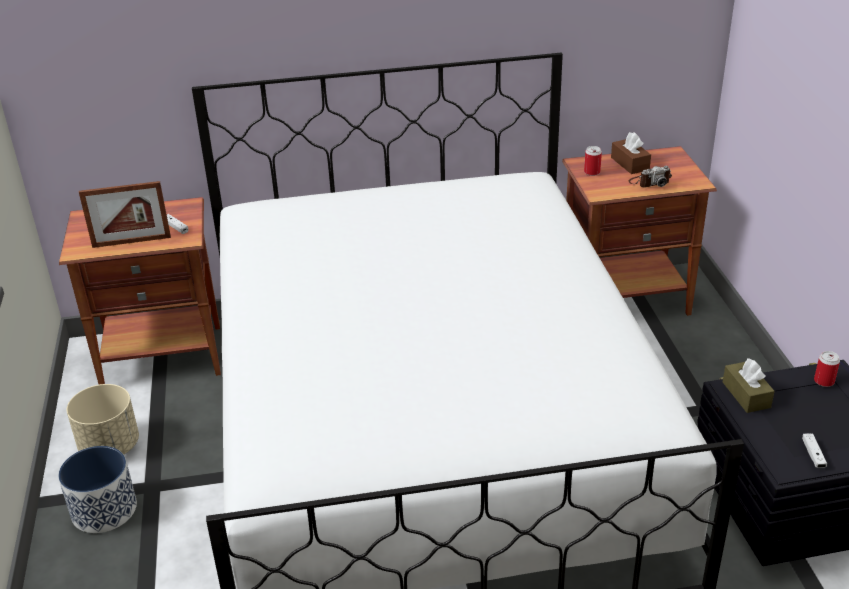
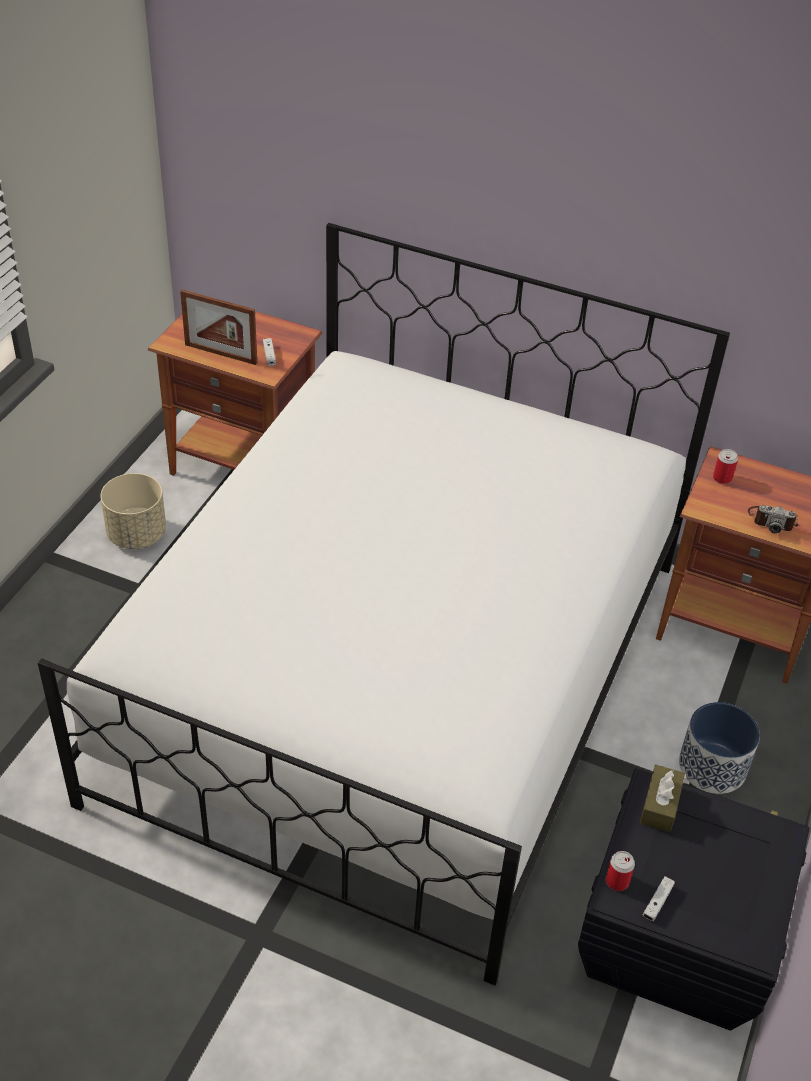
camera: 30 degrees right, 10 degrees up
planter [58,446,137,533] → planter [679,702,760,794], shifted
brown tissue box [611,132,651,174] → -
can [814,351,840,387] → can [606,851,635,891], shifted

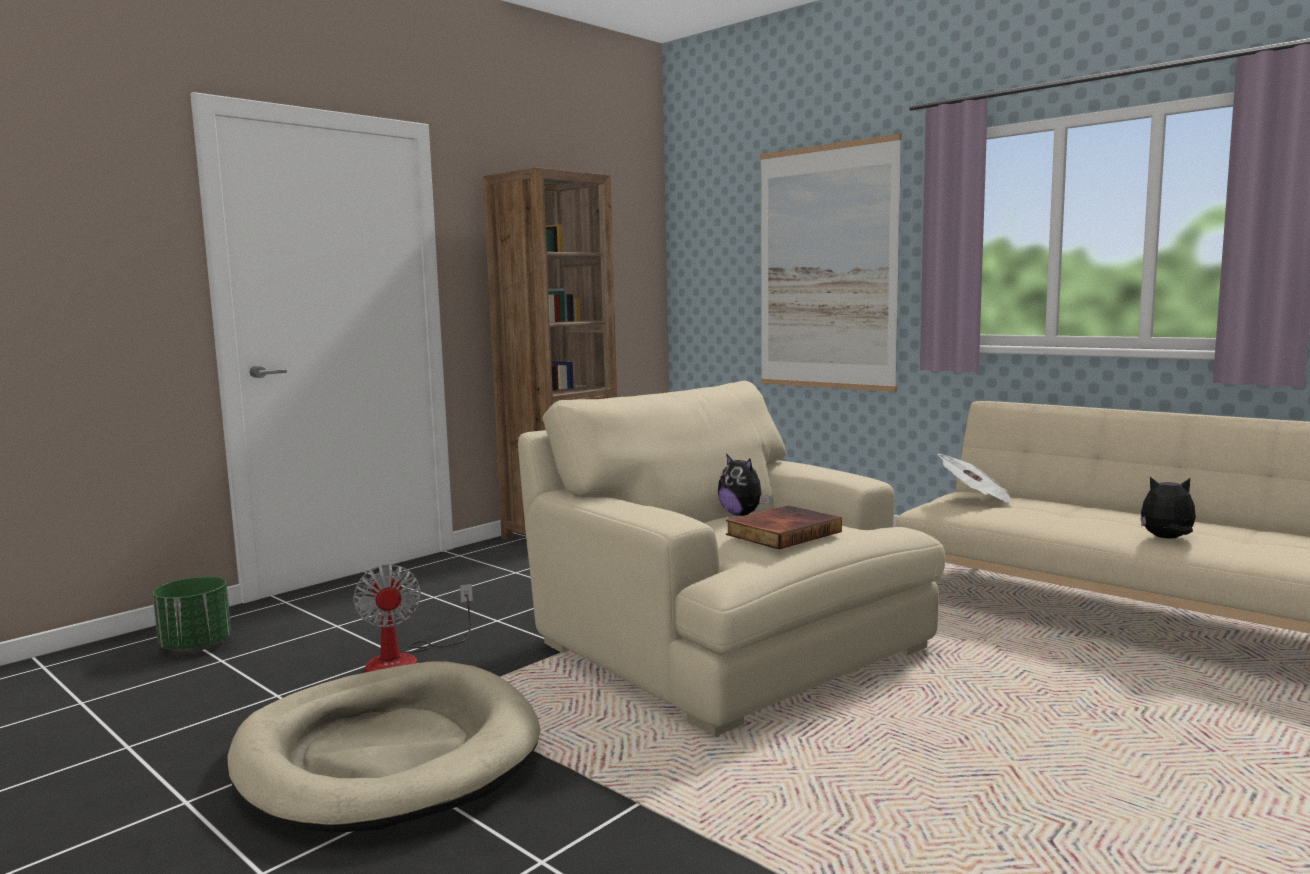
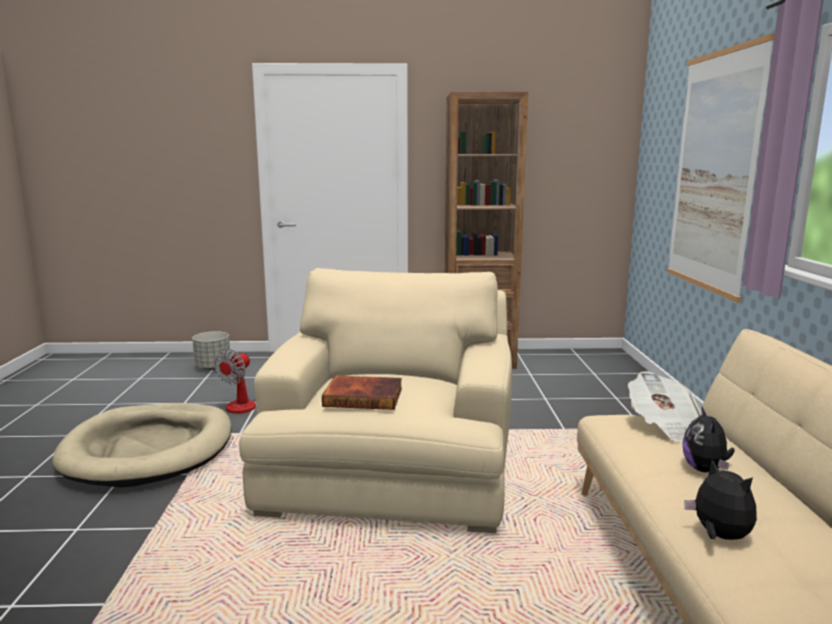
camera: 45 degrees right, 5 degrees up
green planter [152,577,231,652] → grey planter [192,331,230,370]
plush toy [718,454,769,516] → plush toy [682,407,735,472], shifted

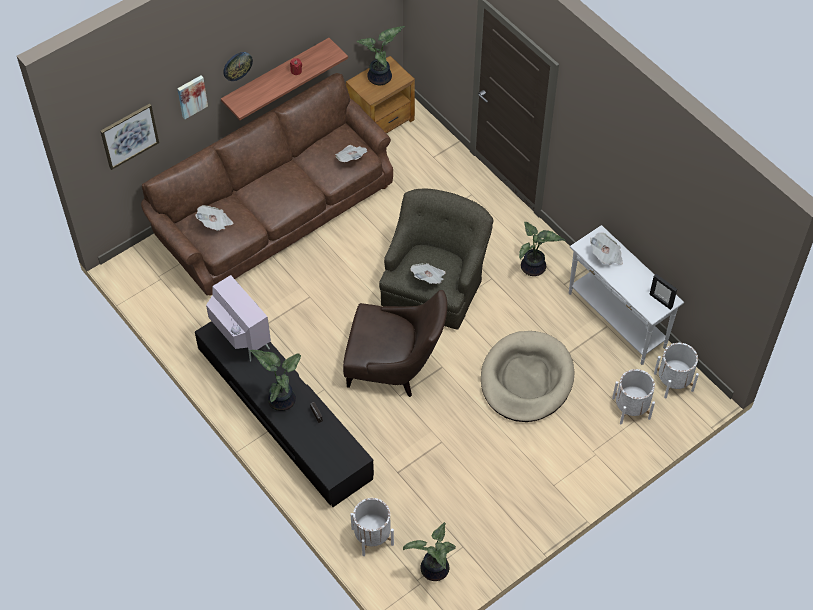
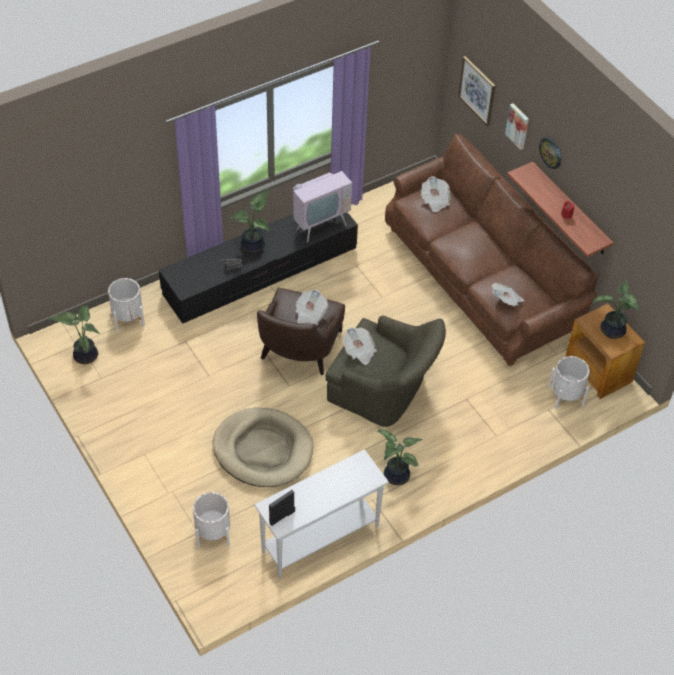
camera: 95 degrees right, 5 degrees down
newspaper [590,233,623,265] → newspaper [295,289,328,325], shifted
white planter [654,343,699,398] → white planter [548,356,590,410], shifted

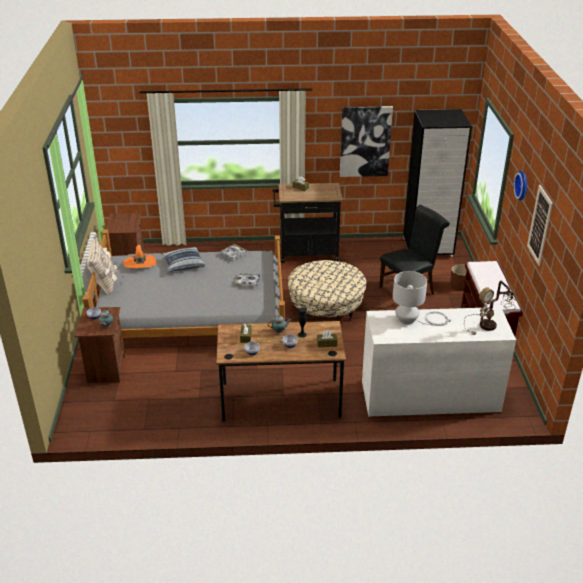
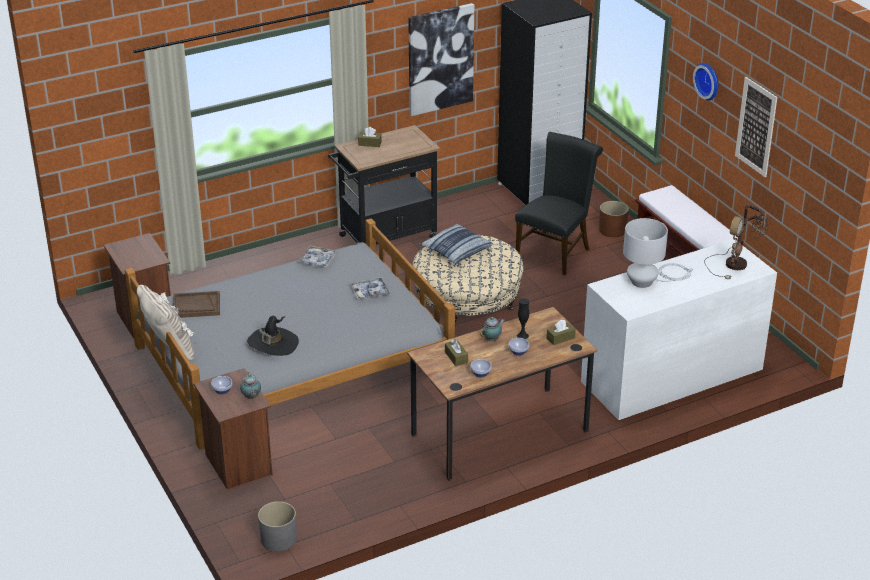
camera: 25 degrees left, 0 degrees up
orange hat [124,245,157,268] → brown tray [173,291,220,318]
pillow [161,247,205,272] → pillow [419,224,493,265], shifted
- → black hat [247,316,299,356]
- → grey planter [258,501,297,551]

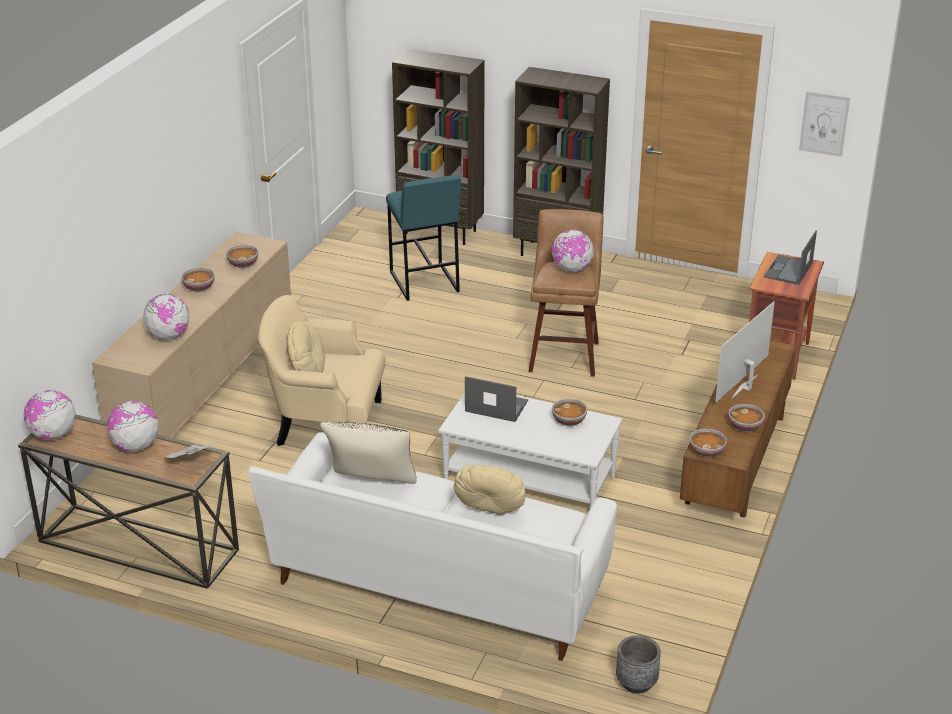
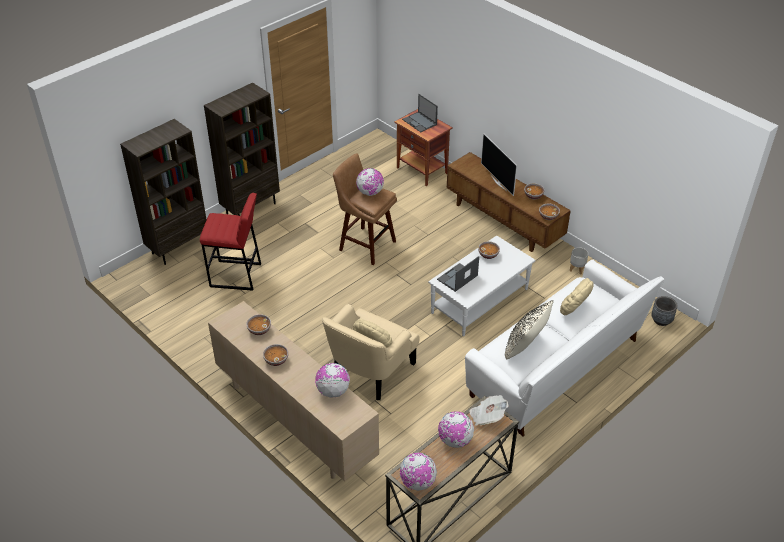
camera: 65 degrees left, 10 degrees up
turquoise stool [386,175,461,301] → red stool [200,193,261,291]
picture [799,91,850,157] → -
- → grey planter [570,247,588,275]

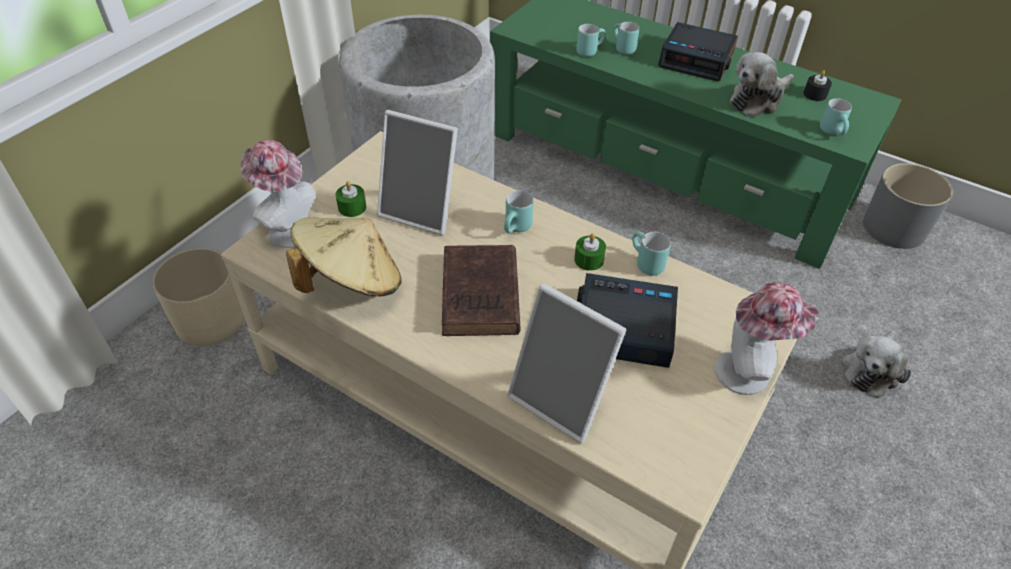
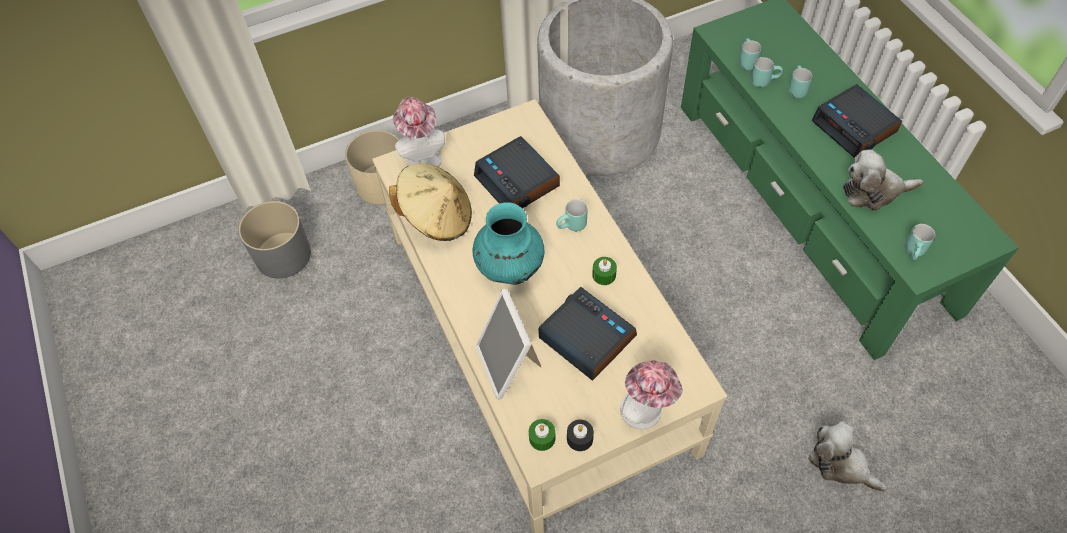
camera: 35 degrees right, 10 degrees up
green candle [335,181,366,217] → green candle [529,419,555,451], shifted
picture frame [377,110,458,235] → alarm clock [474,136,560,208]
brown book [442,245,521,336] → turquoise vase [473,202,544,285]
turquoise mug [632,231,671,276] → turquoise mug [739,38,761,70], shifted
black candle [804,70,832,101] → black candle [567,420,594,451], shifted
plush toy [842,330,911,399] → plush toy [808,421,887,492], 60 degrees clockwise
grey planter [863,163,953,249] → grey planter [239,201,311,279], shifted

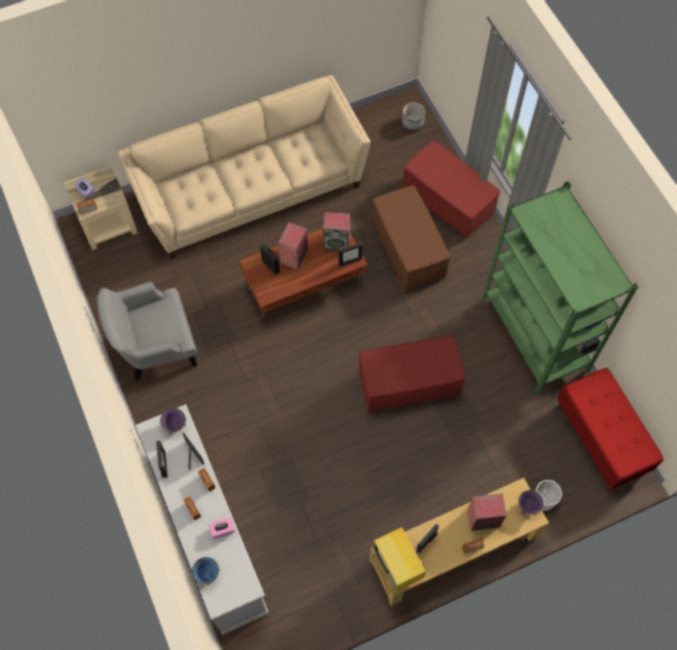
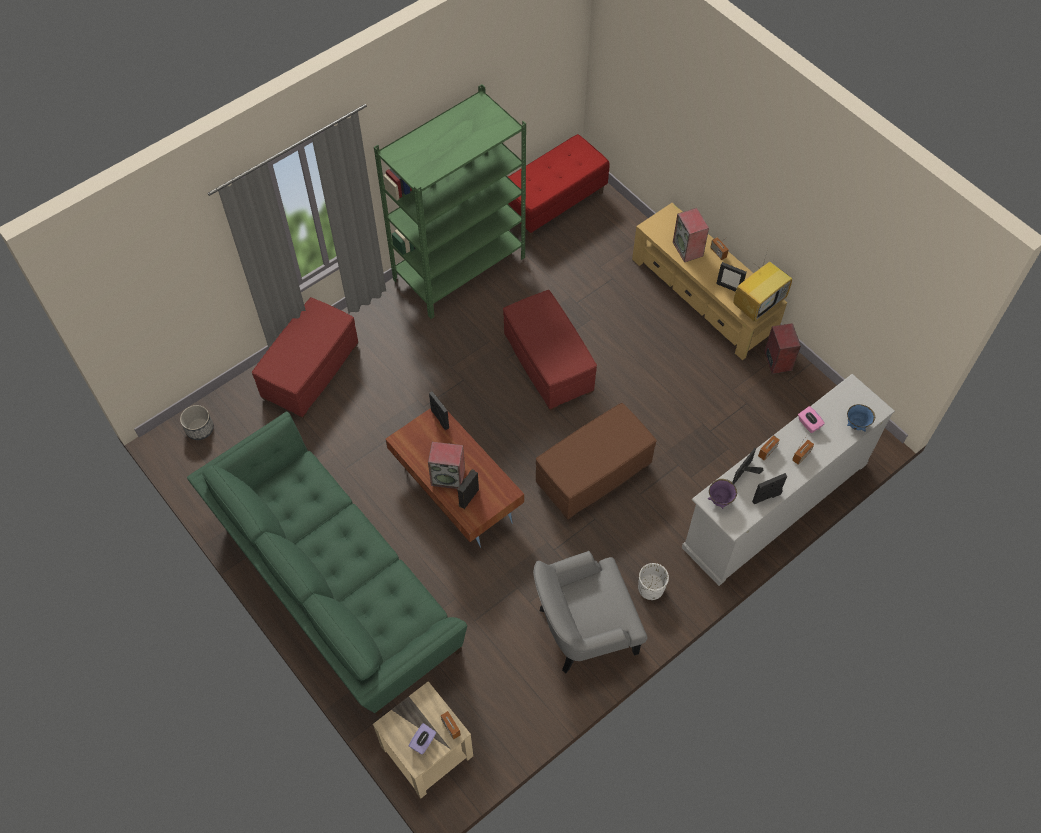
camera: 105 degrees left, 5 degrees down
grey armchair [97,281,197,380] → grey armchair [533,551,648,673], 105 degrees clockwise
beige sofa [117,75,371,259] → green sofa [187,411,467,716]
speaker [323,212,350,251] → speaker [764,323,801,374], shifted
brown ottoman [372,185,450,291] → brown ottoman [536,403,657,520], shifted
purple bowl [518,490,543,515] → -
white planter [535,480,562,511] → white planter [638,563,669,600], shifted

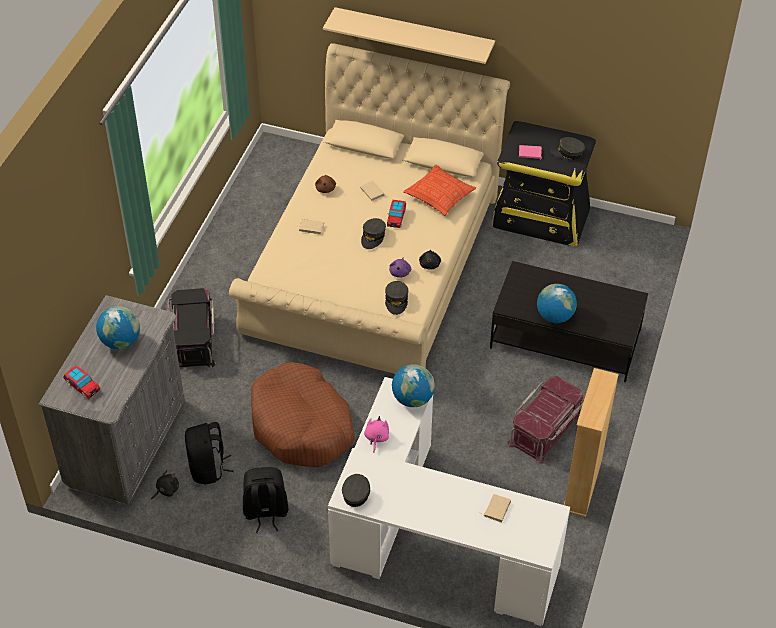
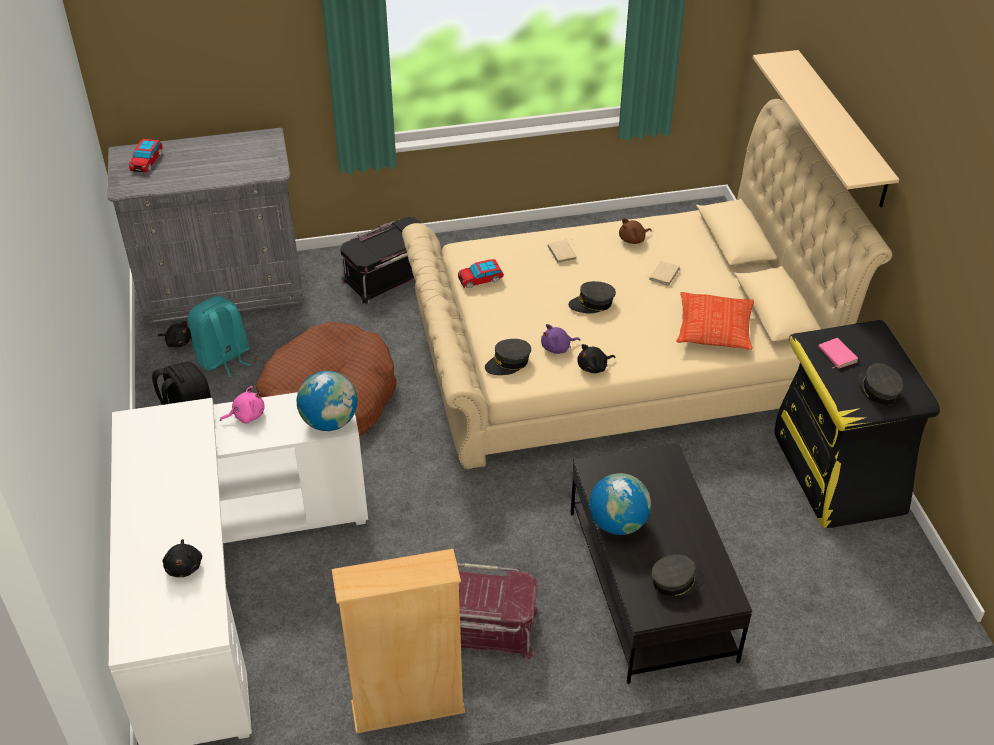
camera: 60 degrees right, 5 degrees down
globe [96,306,140,349] → -
black backpack [185,422,234,484] → turquoise backpack [188,296,251,377]
grey cap [342,474,370,507] → grey cap [651,555,706,596], shifted
toy car [387,200,406,228] → toy car [458,259,504,288], shifted
beige book [478,494,511,523] → black plush toy [162,539,202,577]

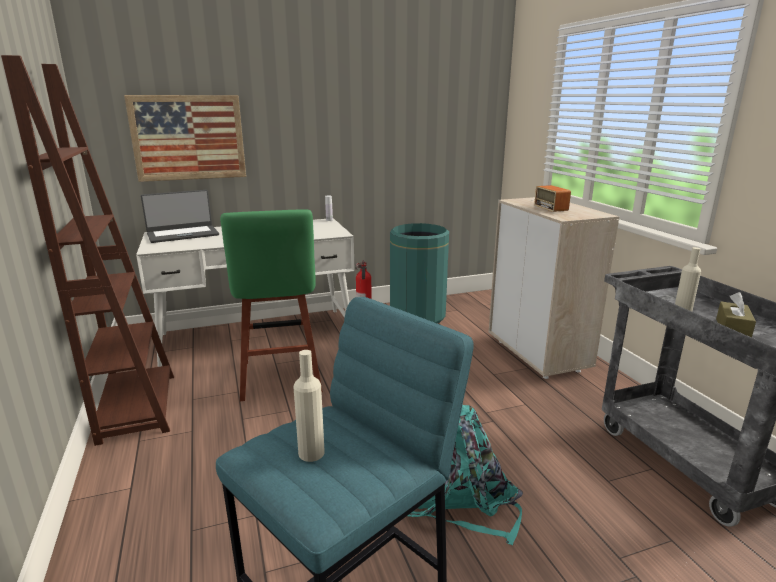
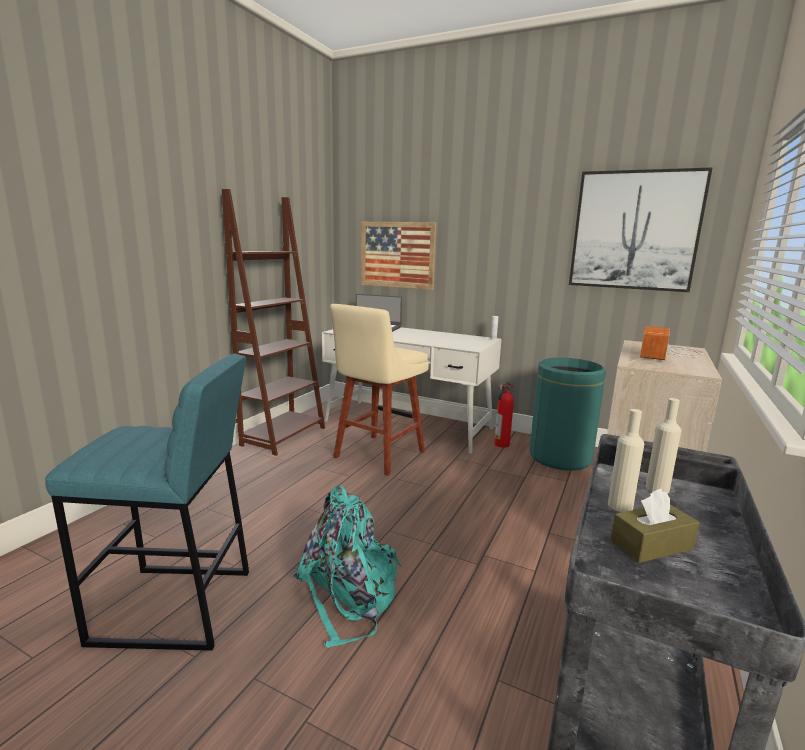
camera: 45 degrees right, 5 degrees down
green stool [220,210,323,401] → beige stool [330,304,429,476]
beige bottle [293,350,325,462] → beige bottle [646,398,681,494], shifted
- → picture [569,167,713,292]

